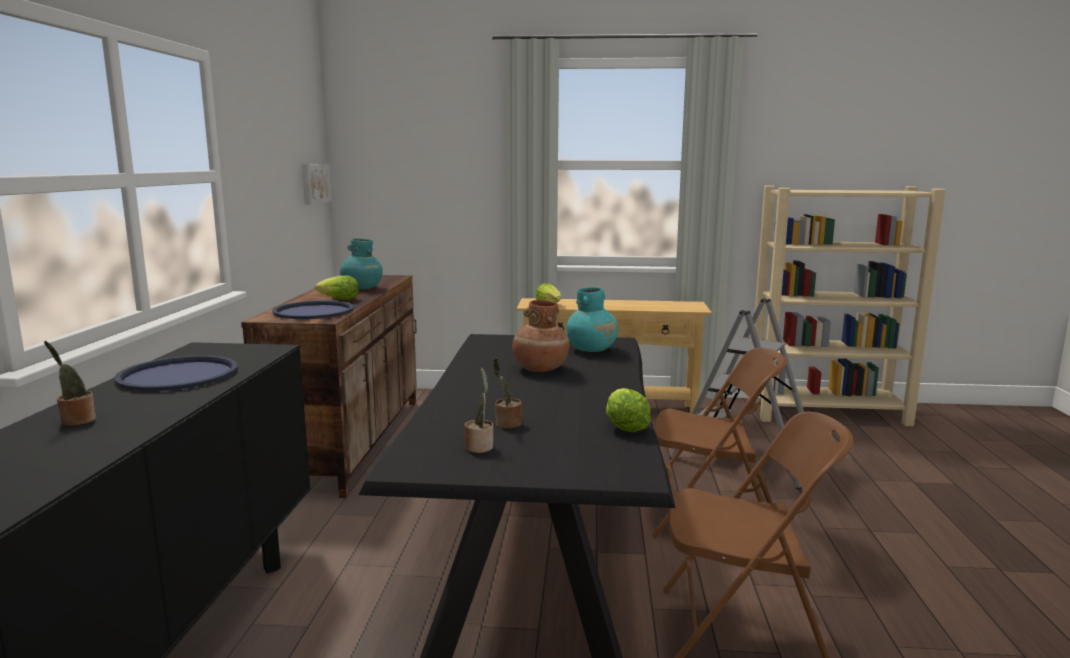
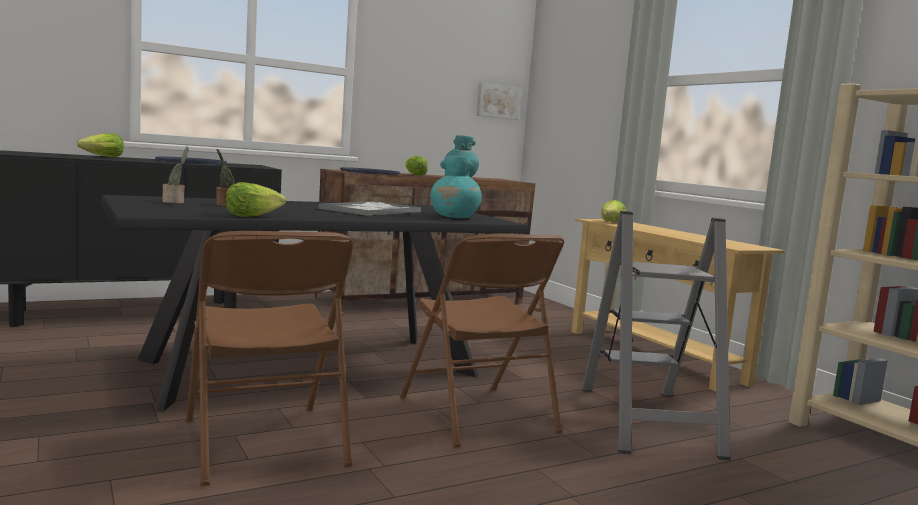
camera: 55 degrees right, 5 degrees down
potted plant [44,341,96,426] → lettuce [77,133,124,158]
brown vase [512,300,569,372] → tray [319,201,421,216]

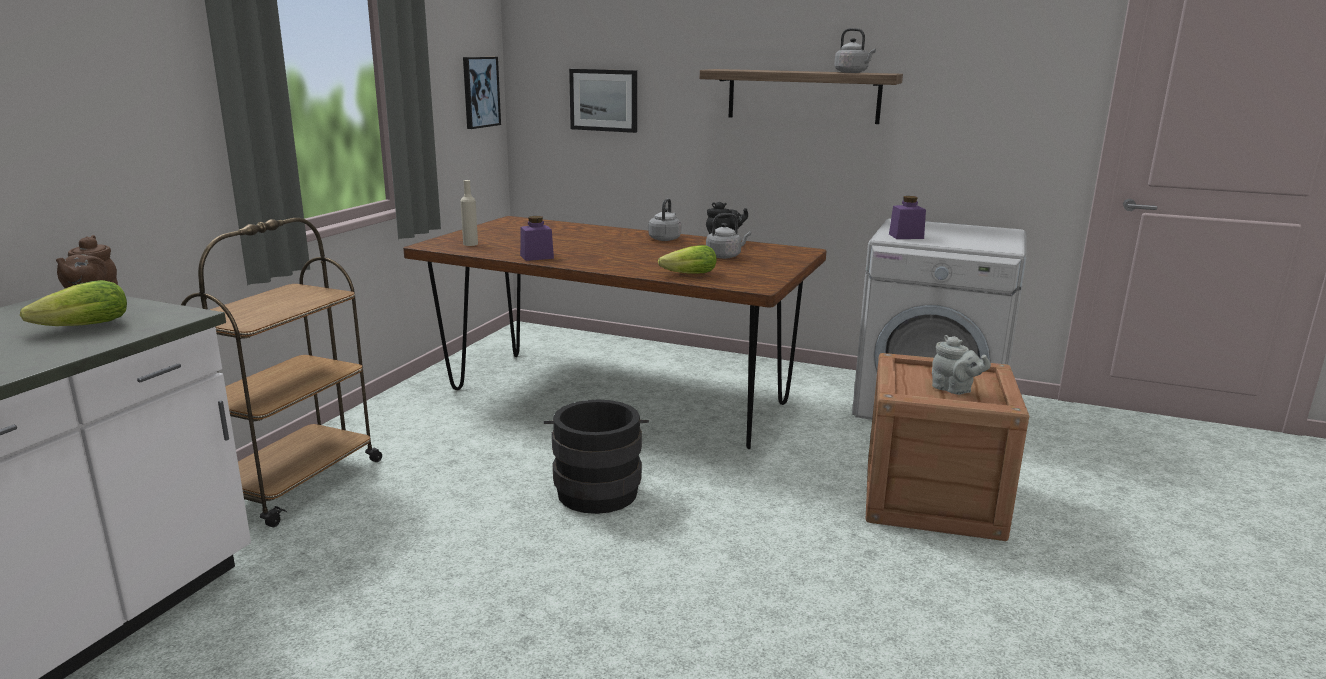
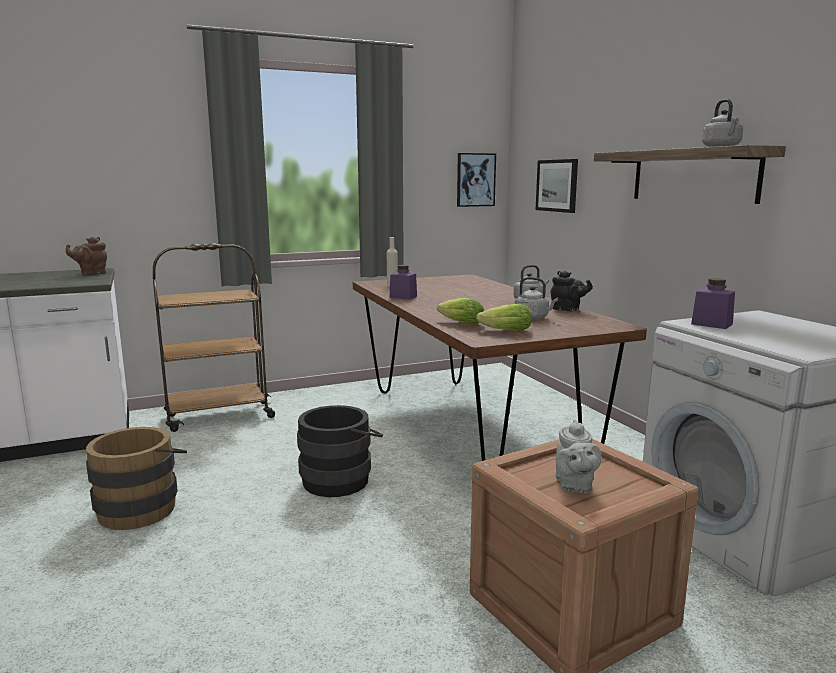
camera: 45 degrees right, 5 degrees down
lettuce [20,280,127,326] → lettuce [476,304,532,331], shifted
- → brown bucket [86,427,187,530]

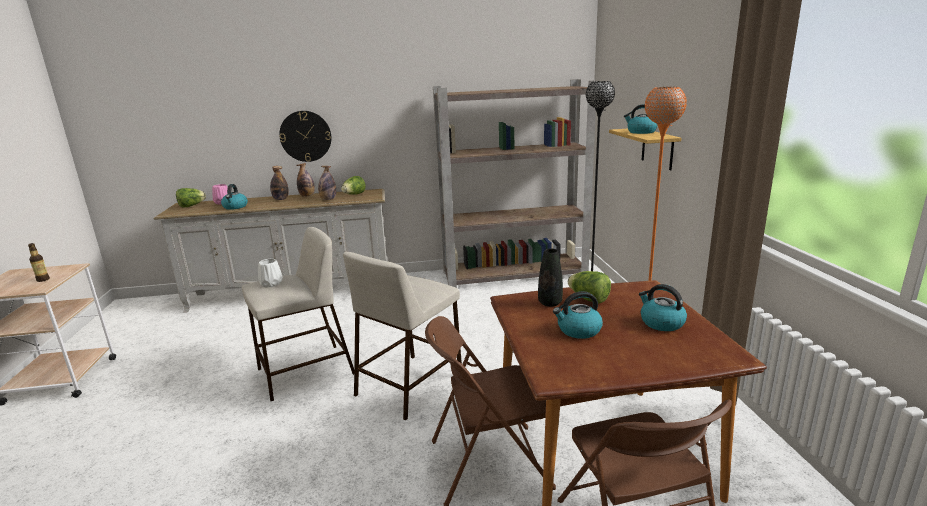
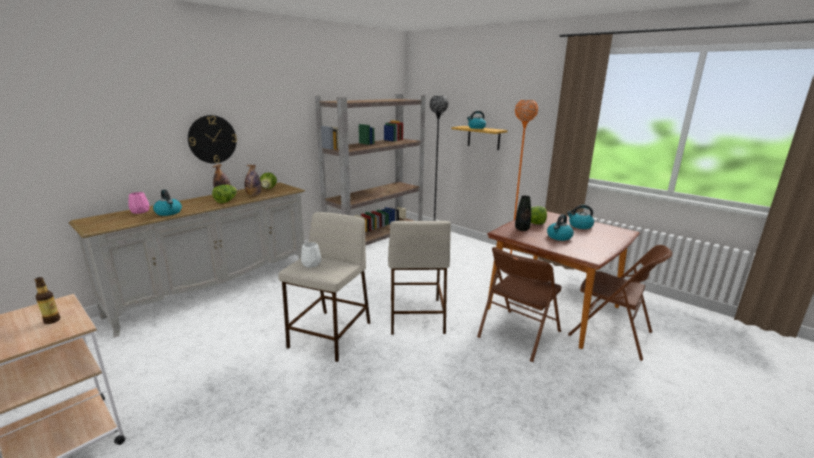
camera: 40 degrees left, 0 degrees up
lettuce [176,188,206,207] → lettuce [212,185,237,204], shifted
bottle [270,166,289,200] → -

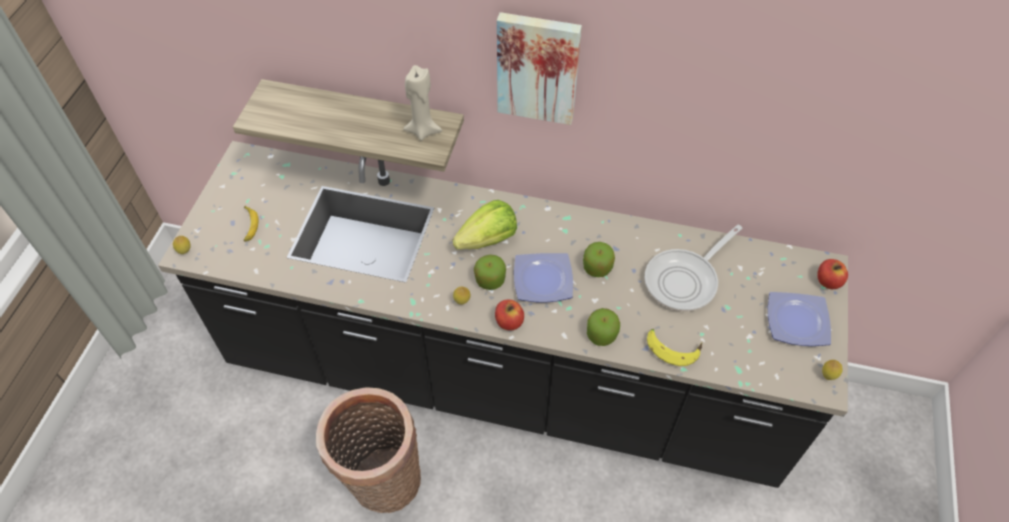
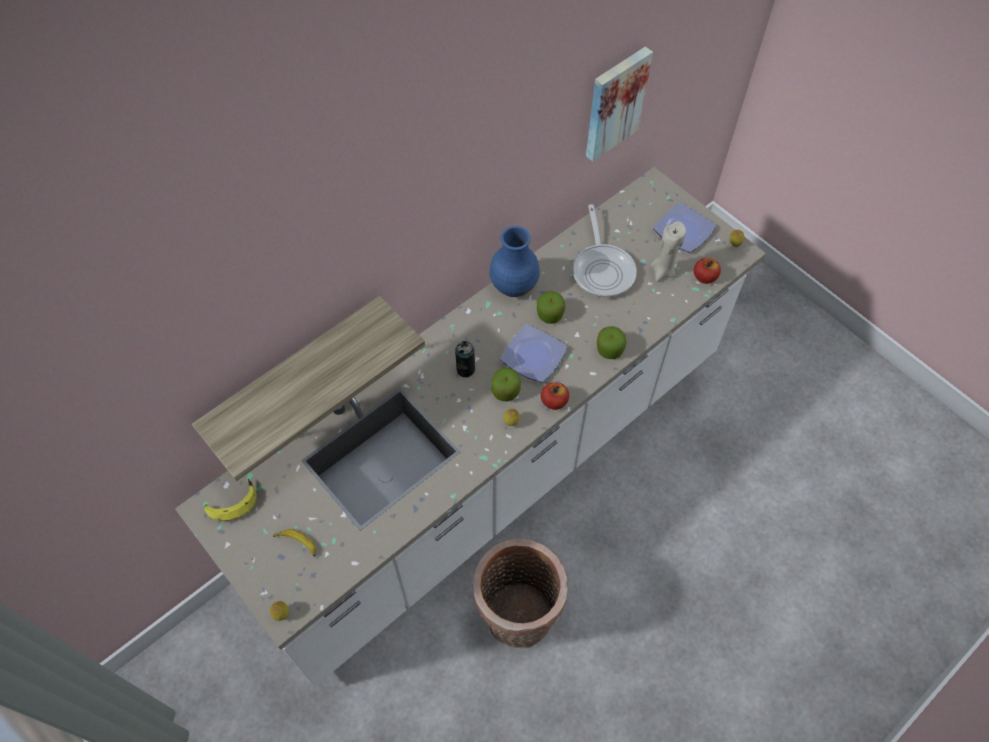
camera: 55 degrees left, 5 degrees up
black counter [158,141,848,488] → white counter [175,167,766,687]
beige candle [403,65,442,141] → beige candle [650,221,686,281], shifted
lettuce [453,200,517,250] → can [455,341,475,377]
picture [497,12,582,125] → picture [586,47,653,161], shifted
banana [647,329,702,366] → banana [204,479,257,521], shifted
apple [817,259,848,289] → apple [694,258,721,284], shifted
- → blue vase [490,226,540,297]

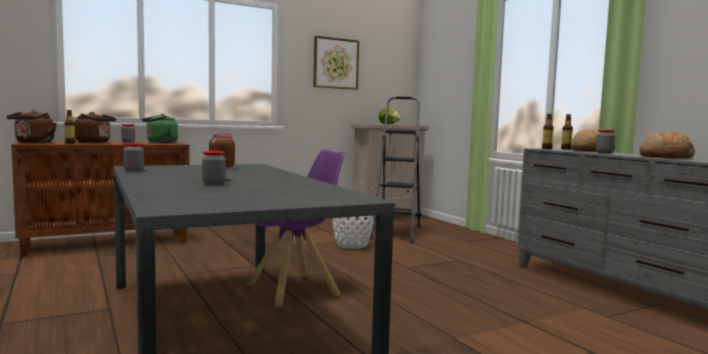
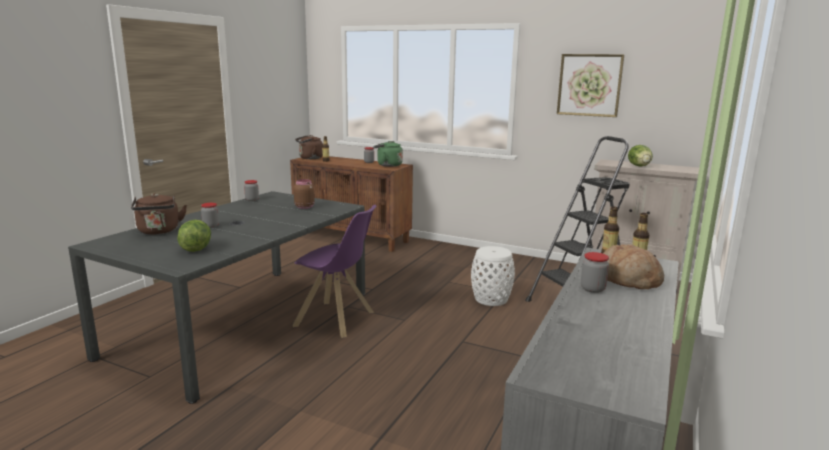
camera: 55 degrees right, 10 degrees up
brown kettle [75,112,116,143] → brown kettle [131,193,187,234], shifted
bread [639,132,695,159] → -
- → lettuce [177,220,211,252]

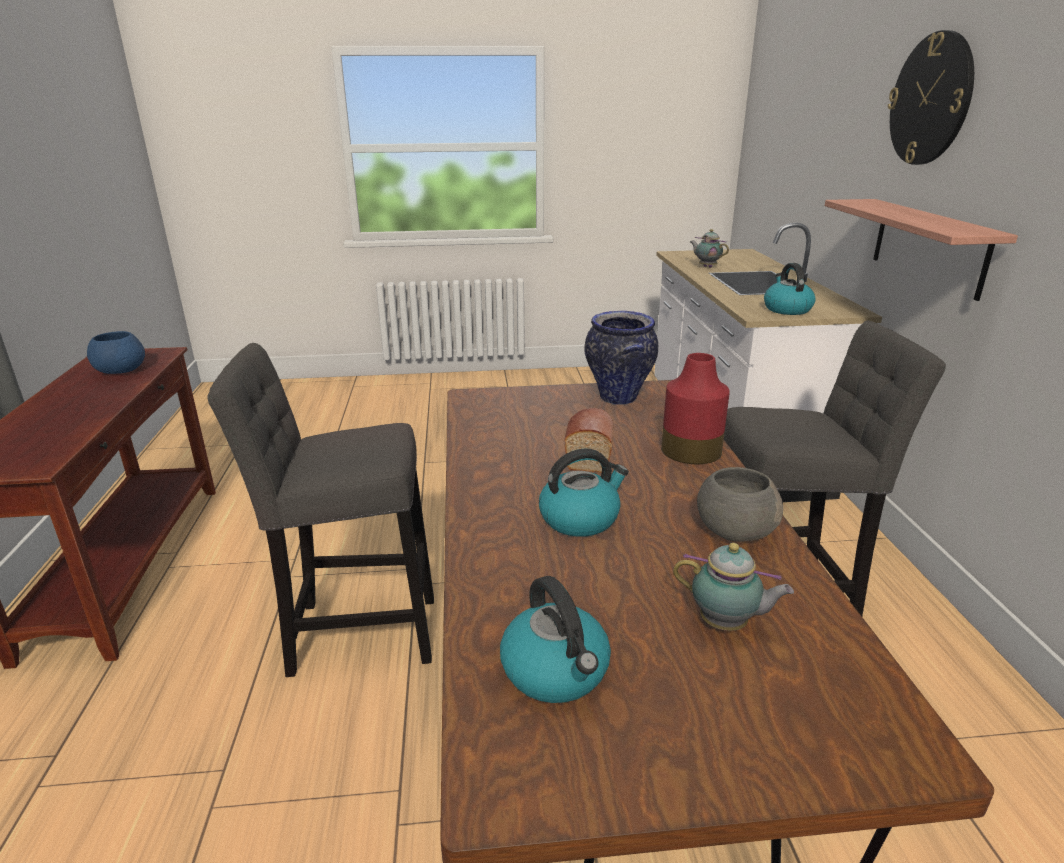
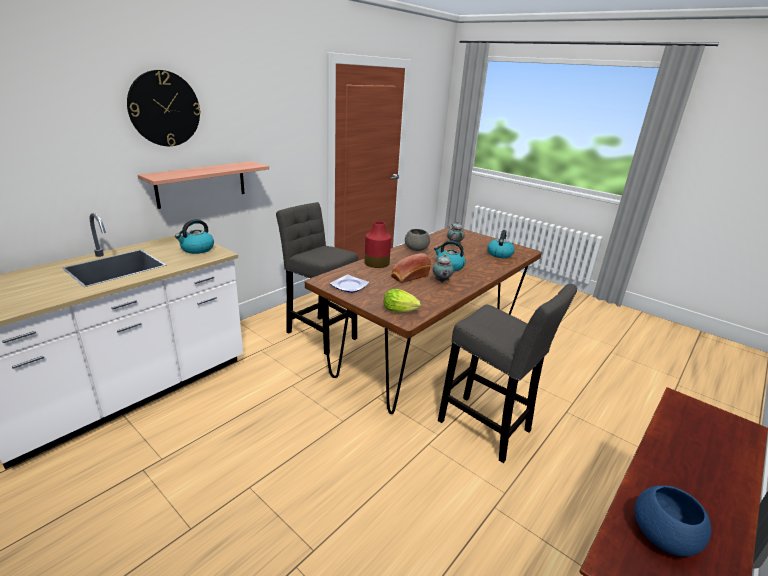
camera: 135 degrees left, 0 degrees up
vase [584,311,658,405] → plate [330,274,369,293]
teapot [690,229,729,268] → teapot [433,254,454,283], shifted
- → lettuce [384,289,421,313]

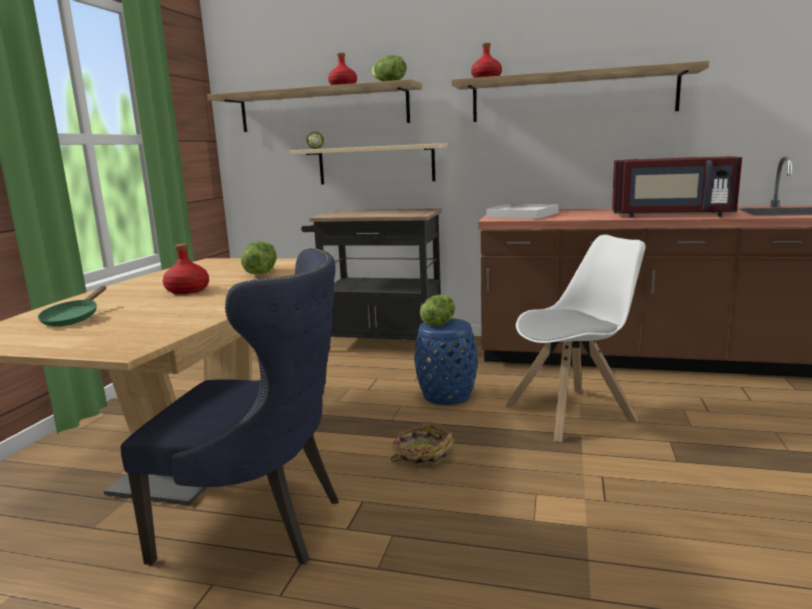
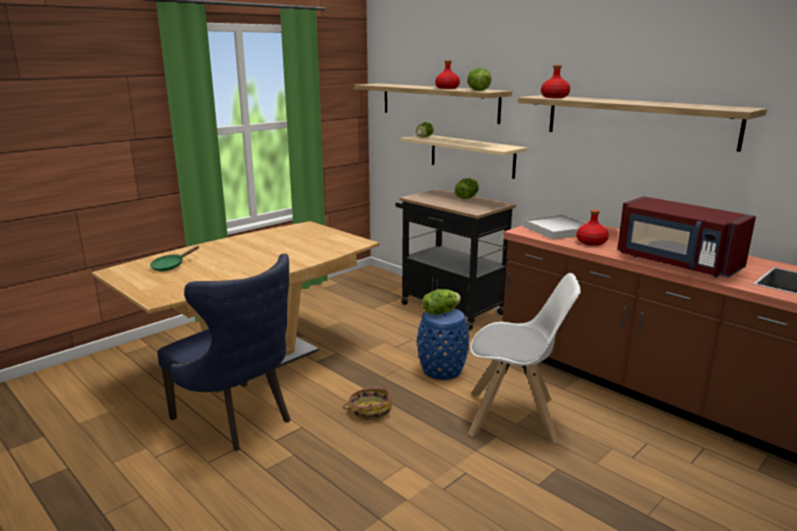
camera: 30 degrees right, 5 degrees up
red bottle [163,244,209,294] → red bottle [576,209,609,246], shifted
lettuce [241,241,277,274] → lettuce [455,178,479,199], shifted

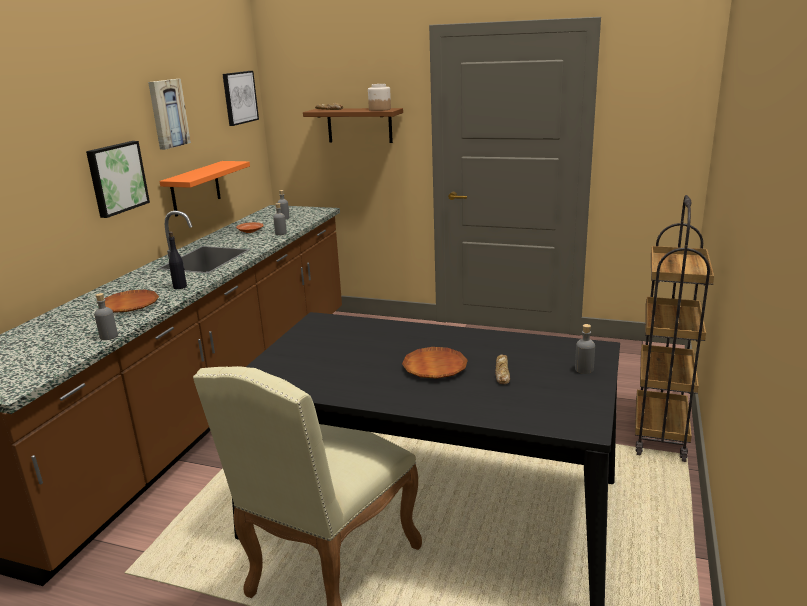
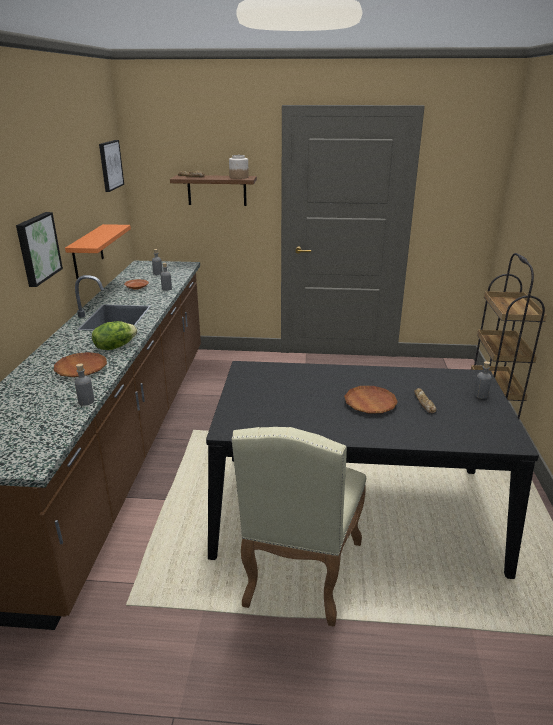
camera: 15 degrees left, 5 degrees up
picture [148,79,191,150] → -
black bottle [169,232,187,289] → lettuce [92,321,137,350]

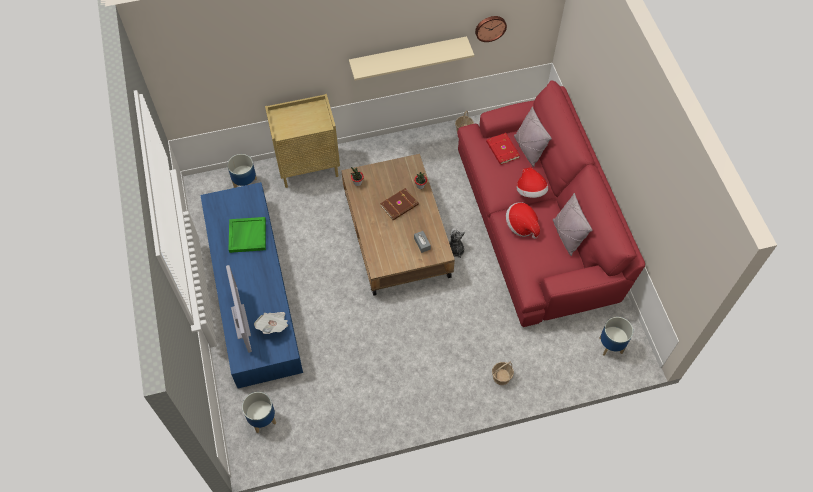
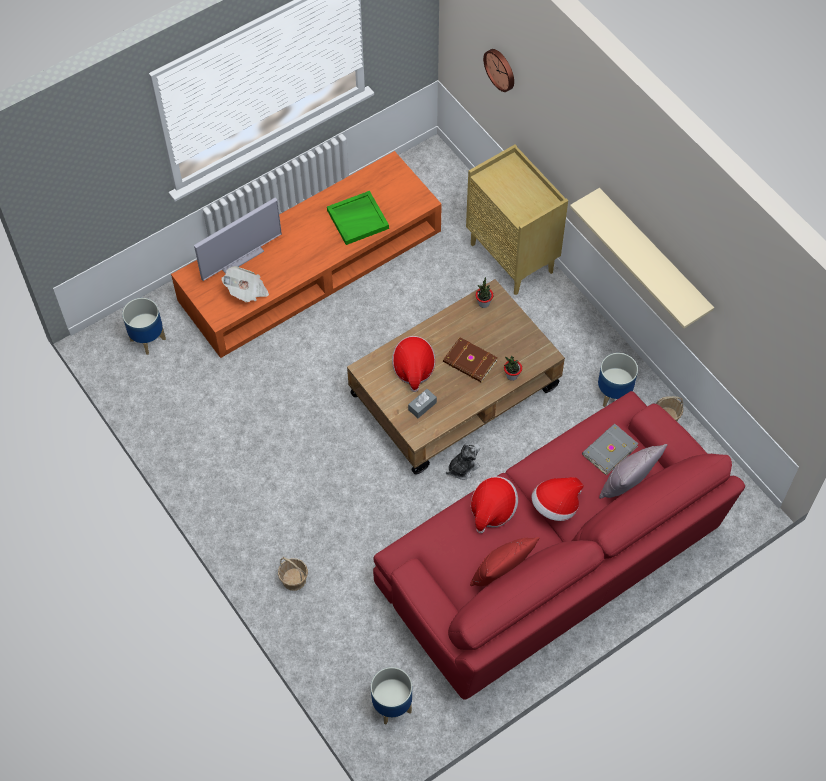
camera: 70 degrees right, 0 degrees up
blue tv stand [200,182,303,388] → orange tv stand [171,151,442,358]
planter [227,154,257,188] → planter [598,353,638,407], shifted
wall clock [475,16,507,42] → wall clock [483,49,514,92], shifted
red book [486,133,520,165] → grey book [582,424,638,476]
purple pillow [553,193,592,256] → red pillow [470,537,539,586]
- → hat [392,336,435,392]

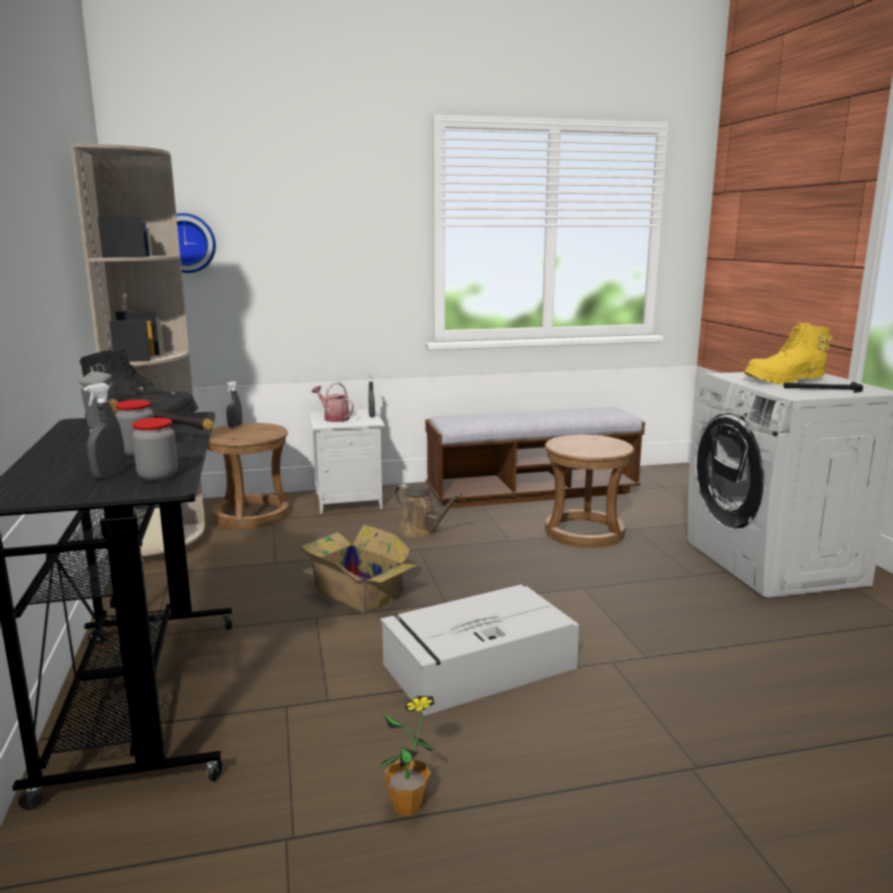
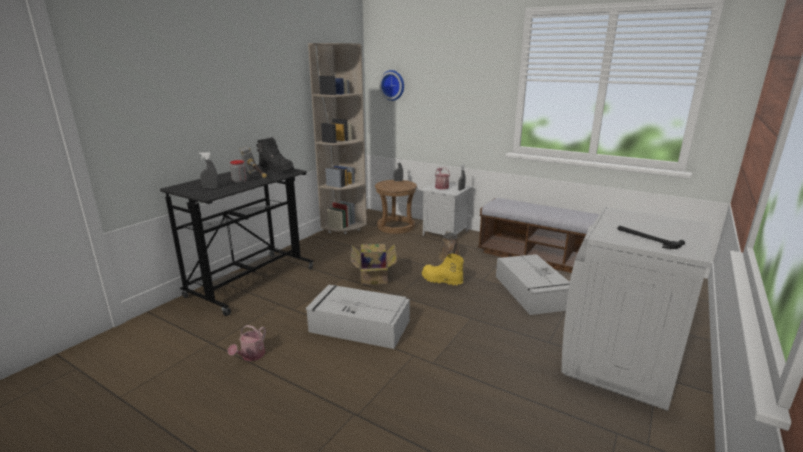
camera: 45 degrees right, 5 degrees up
jar [132,418,178,481] → -
potted plant [379,696,435,816] → watering can [228,325,266,361]
brown stool [545,435,634,548] → grey storage box [496,254,570,315]
yellow boot [744,323,833,384] → yellow boot [422,253,464,285], shifted

